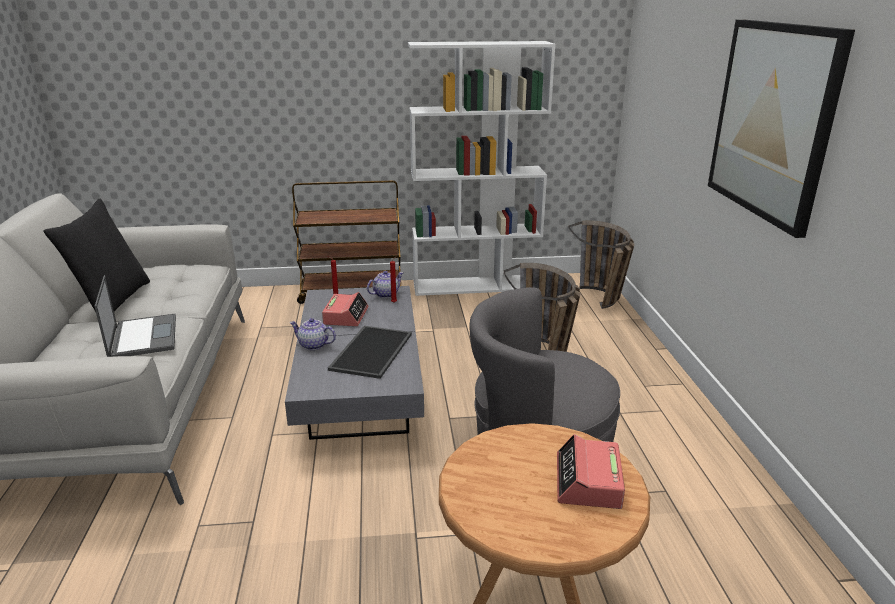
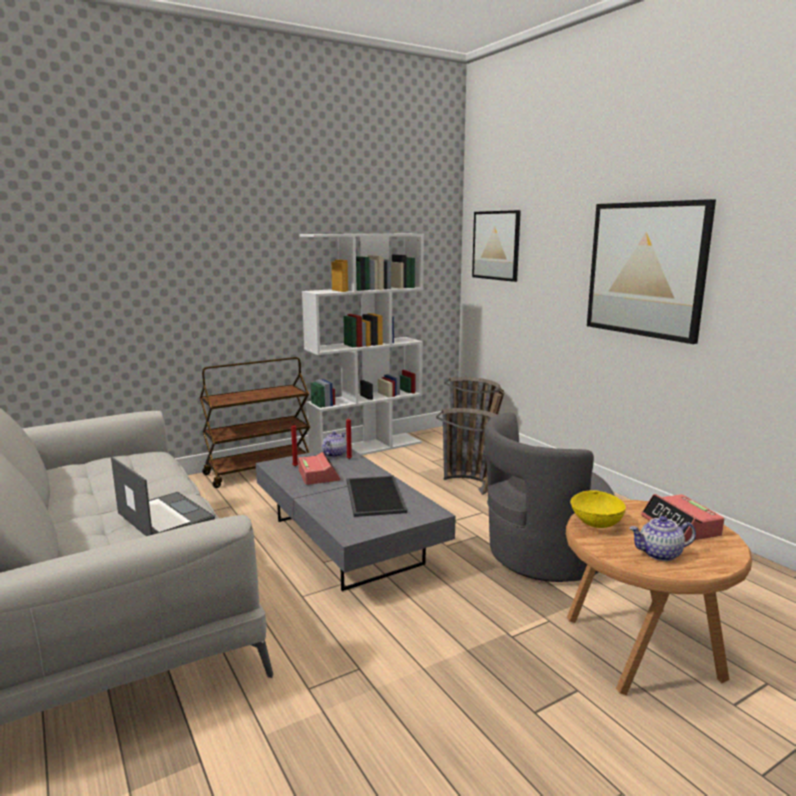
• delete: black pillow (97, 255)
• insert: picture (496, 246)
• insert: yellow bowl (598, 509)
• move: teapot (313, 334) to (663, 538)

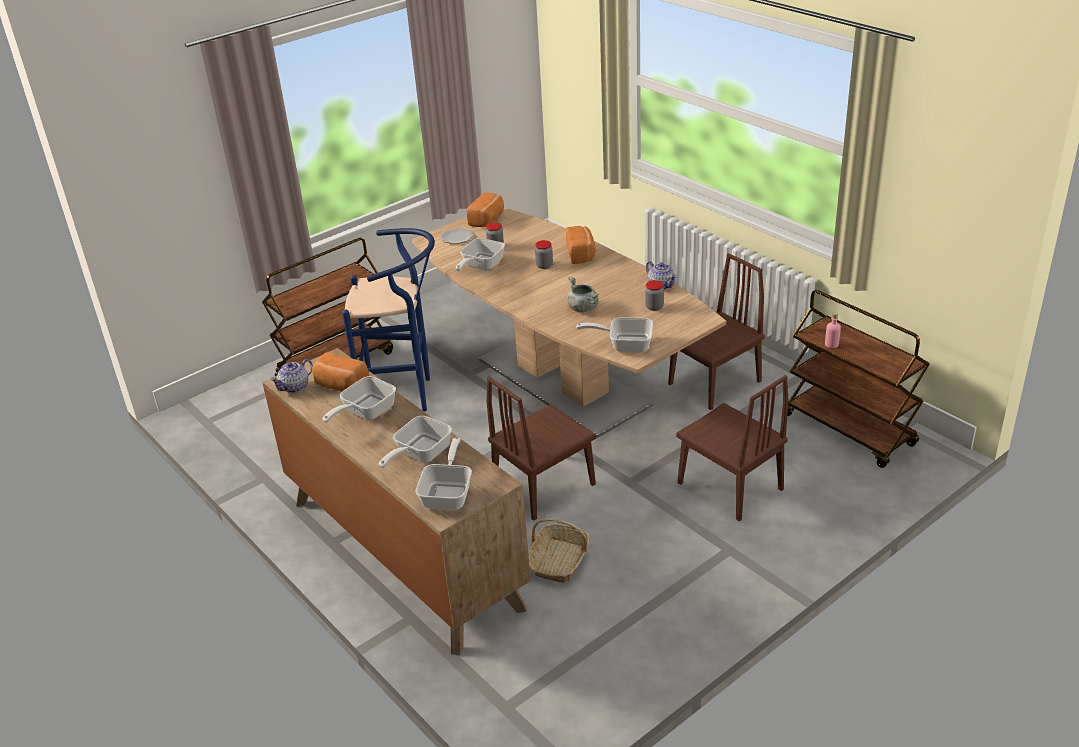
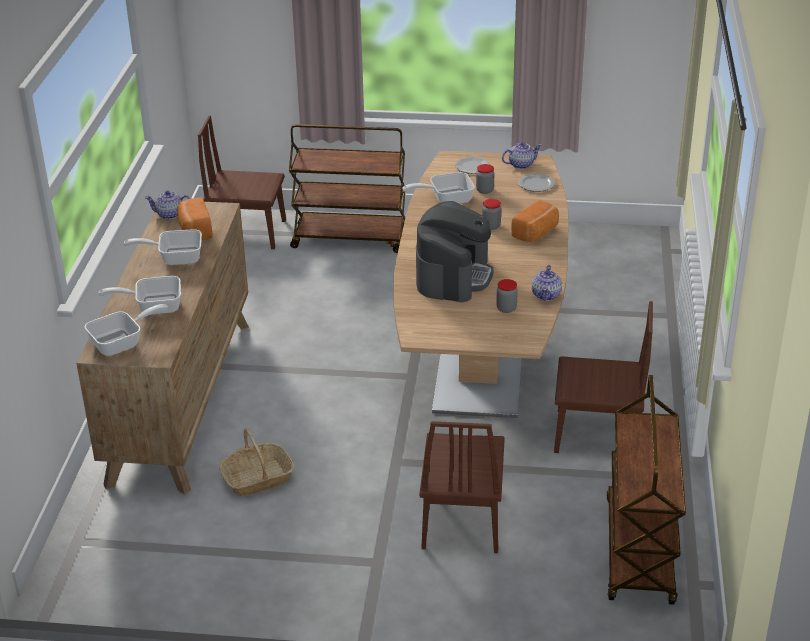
• delete: blue stool (388, 320)
• delete: frying pan (614, 334)
• delete: pink bottle (833, 330)
• insert: plate (537, 183)
• move: brown chair (541, 449) to (242, 182)
• replace: bread (485, 209) to teapot (521, 155)
• replace: grey cooking pot (583, 294) to coffee machine (454, 251)

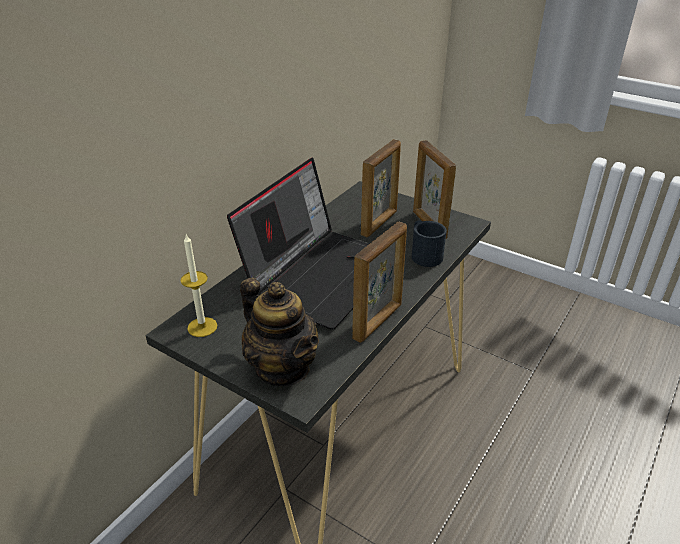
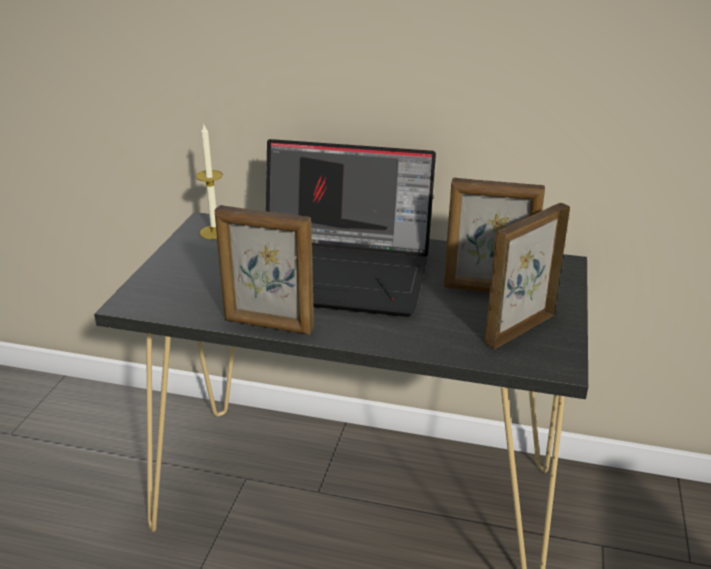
• delete: teapot (279, 332)
• delete: black mug (429, 244)

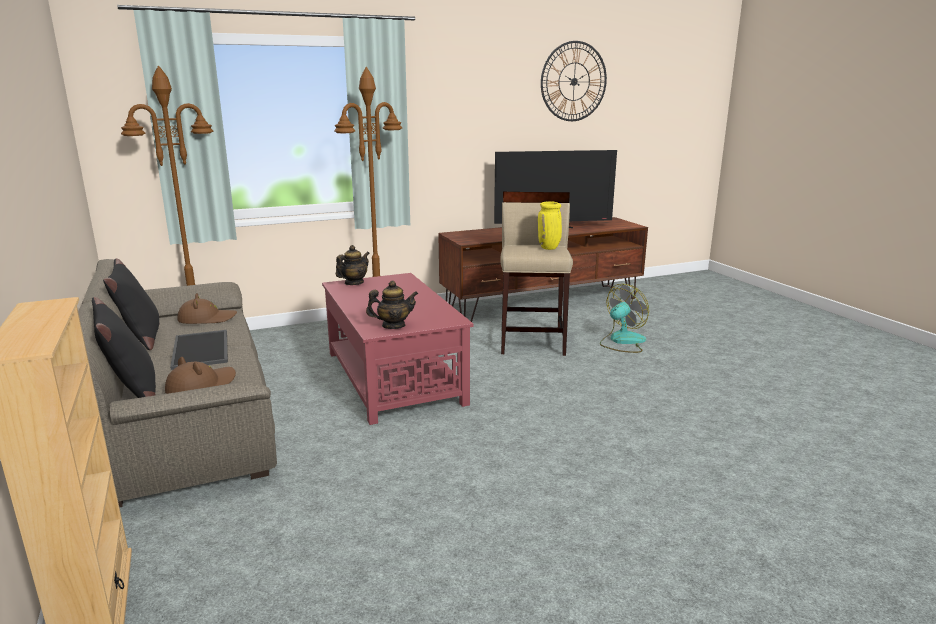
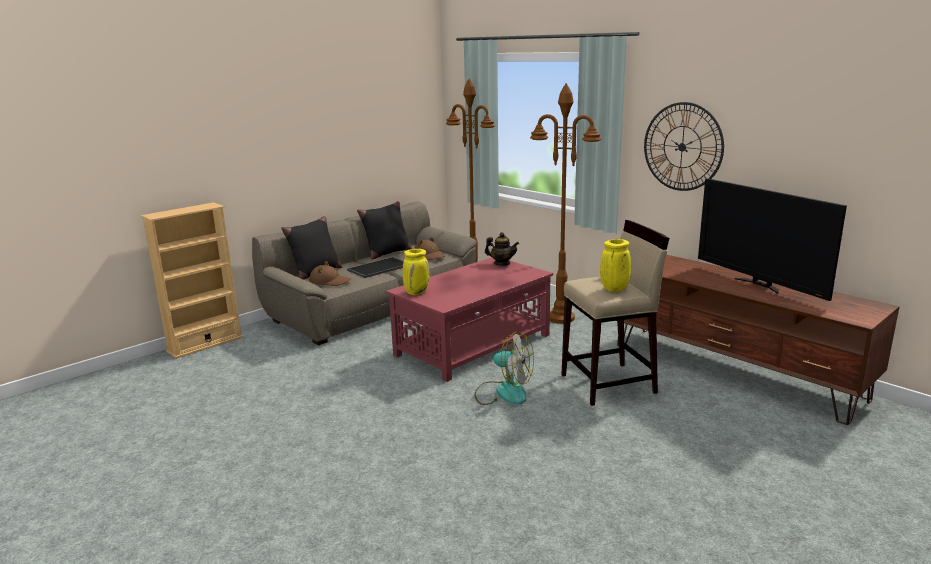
• move: wall clock (574, 81) to (684, 146)
• move: fan (624, 318) to (504, 368)
• replace: teapot (392, 304) to yellow vase (416, 272)

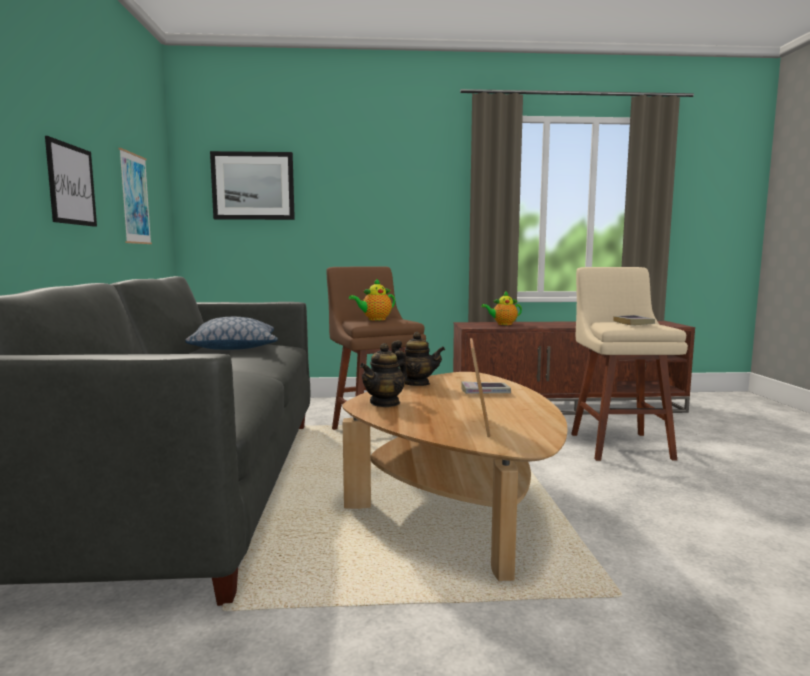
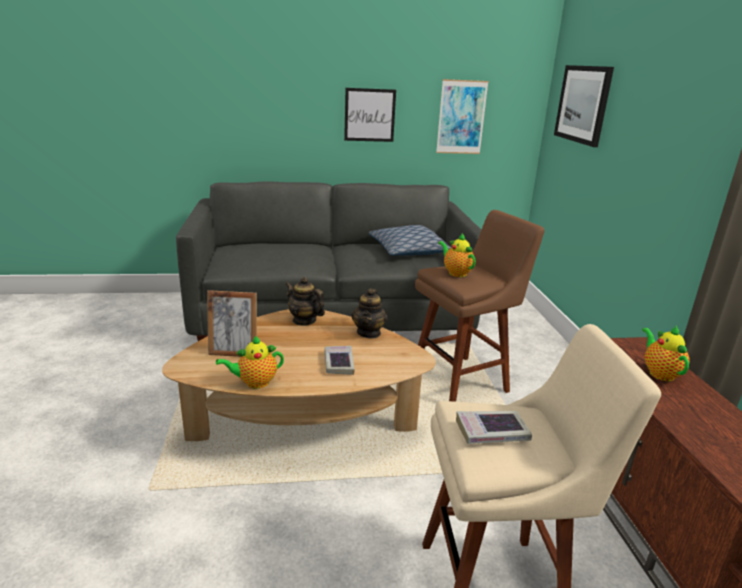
• insert: teapot (250, 362)

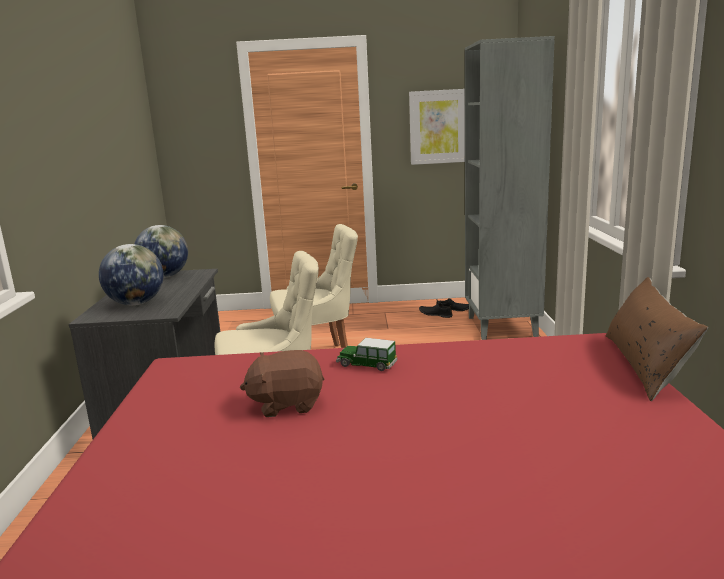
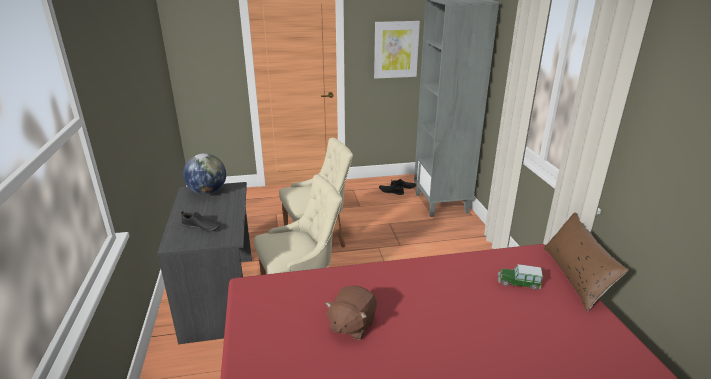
• move: toy car (366, 354) to (520, 277)
• replace: globe (131, 274) to black shoe (200, 221)
• rotate: brown plush toy (282, 383) = (351, 312) 45 degrees counterclockwise

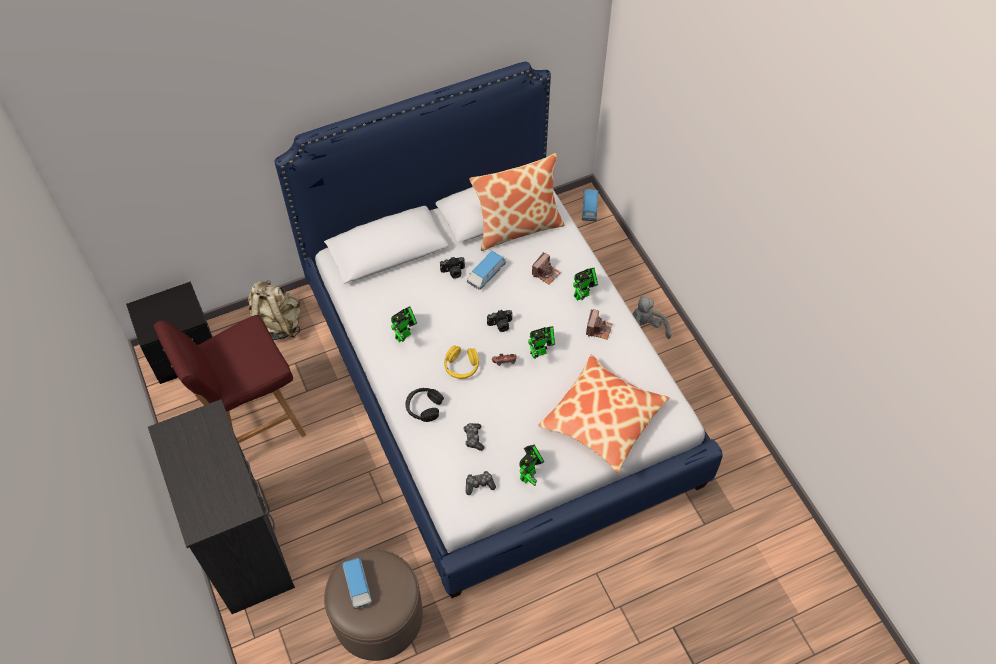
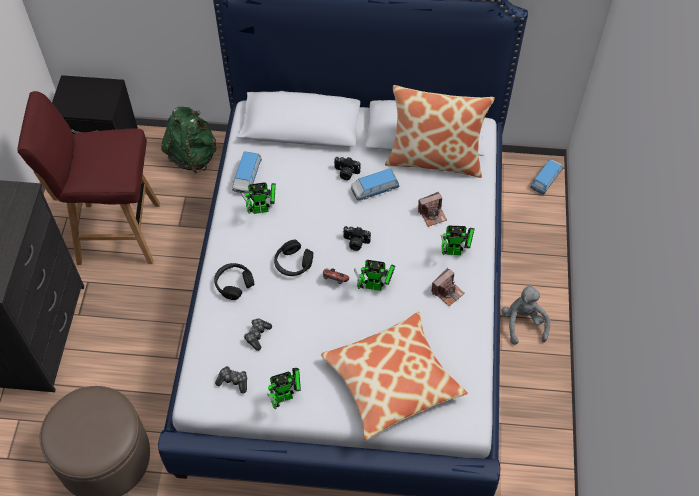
• move: toy car (357, 583) to (247, 172)
• recolor: beige backpack (274, 310) to green backpack (188, 140)
• recolor: yellow headphones (461, 362) to black headphones (293, 258)

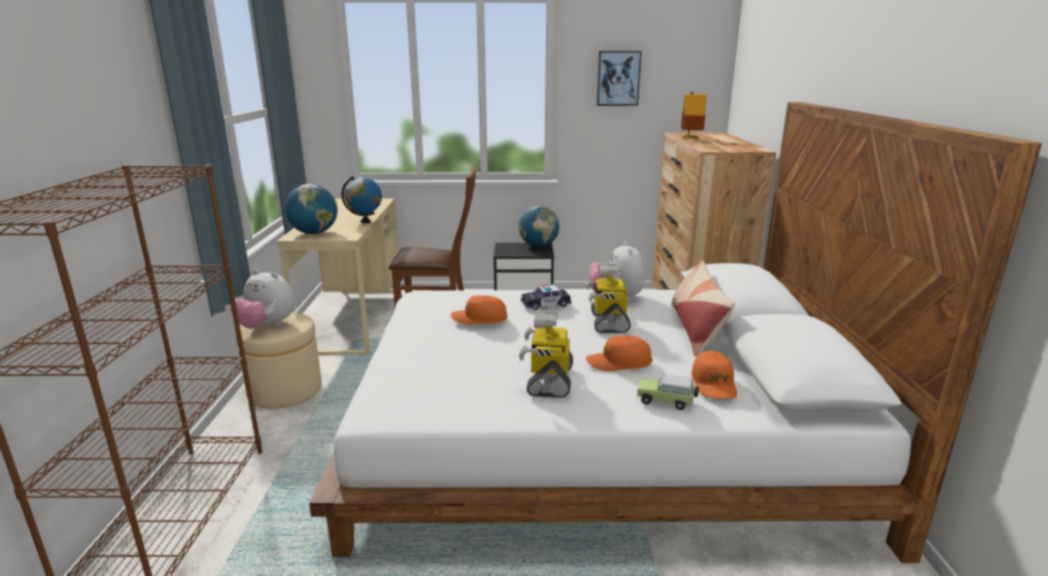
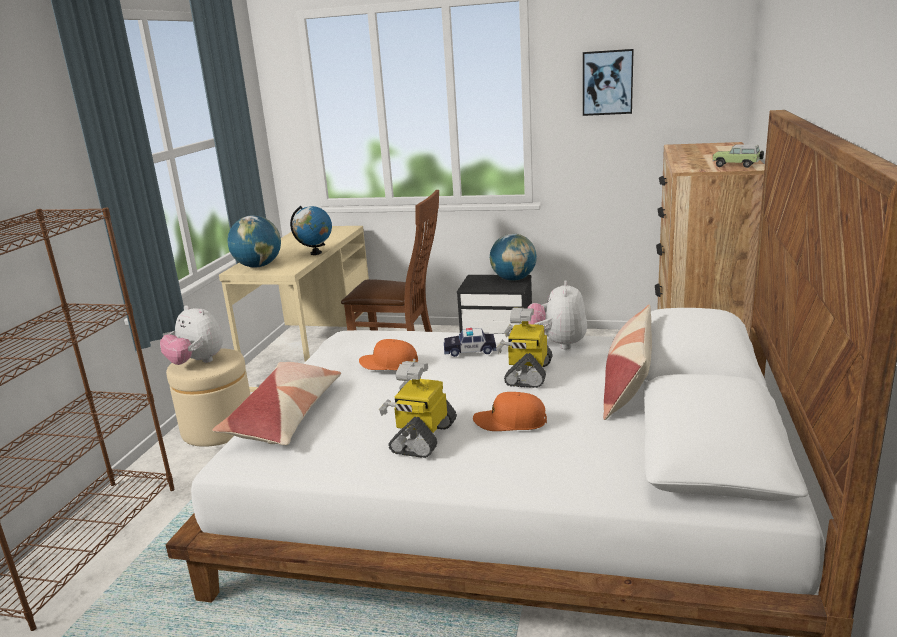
• delete: toy house (694, 115)
• delete: orange cap (714, 375)
• insert: pillow (277, 403)
• move: toy car (668, 392) to (738, 156)

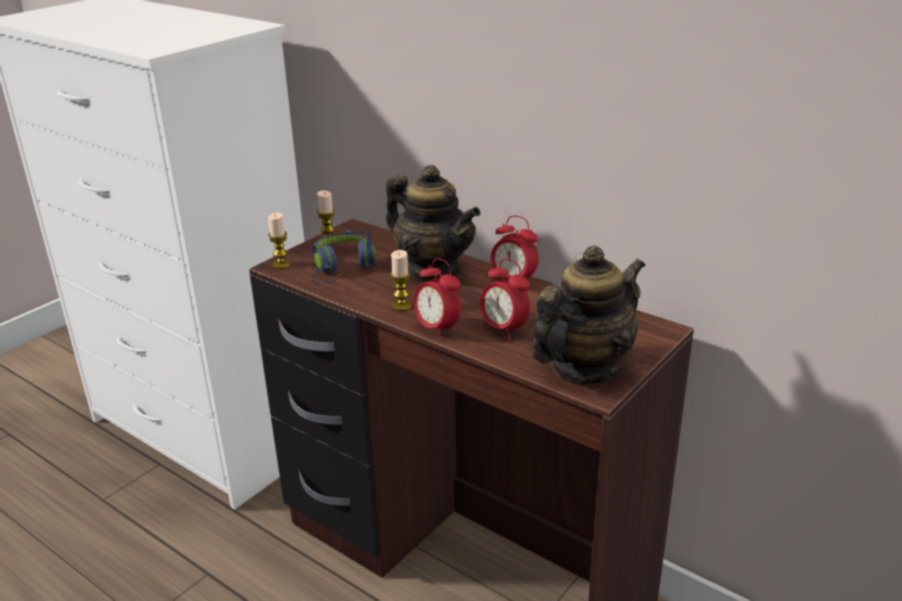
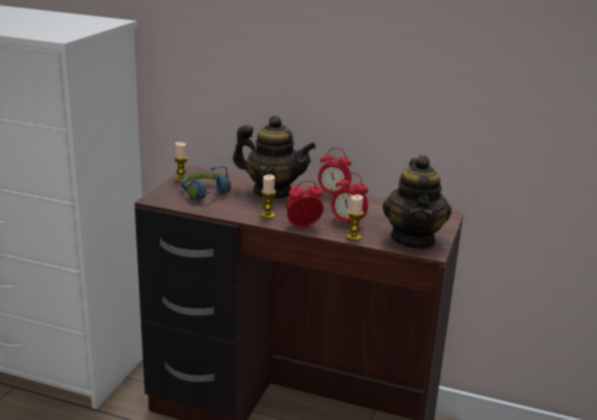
• move: candle (279, 241) to (355, 218)
• rotate: alarm clock (437, 298) = (305, 204) 135 degrees clockwise
• rotate: teapot (588, 314) = (417, 202) 150 degrees clockwise

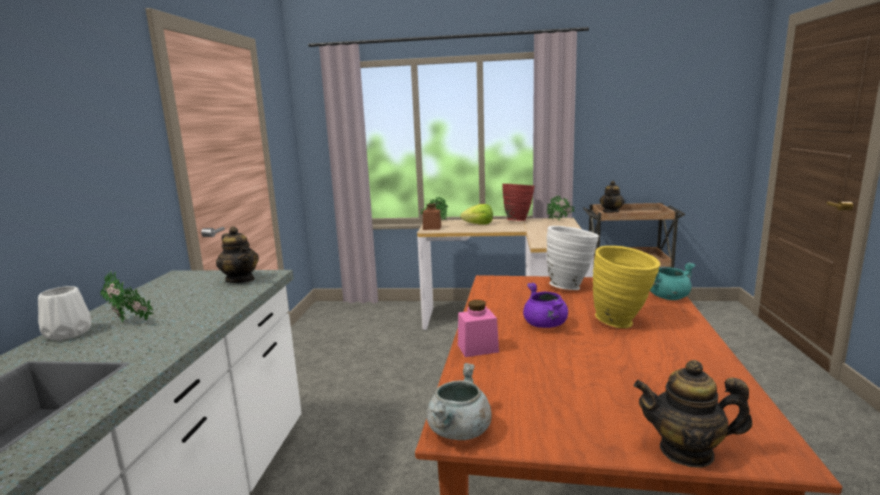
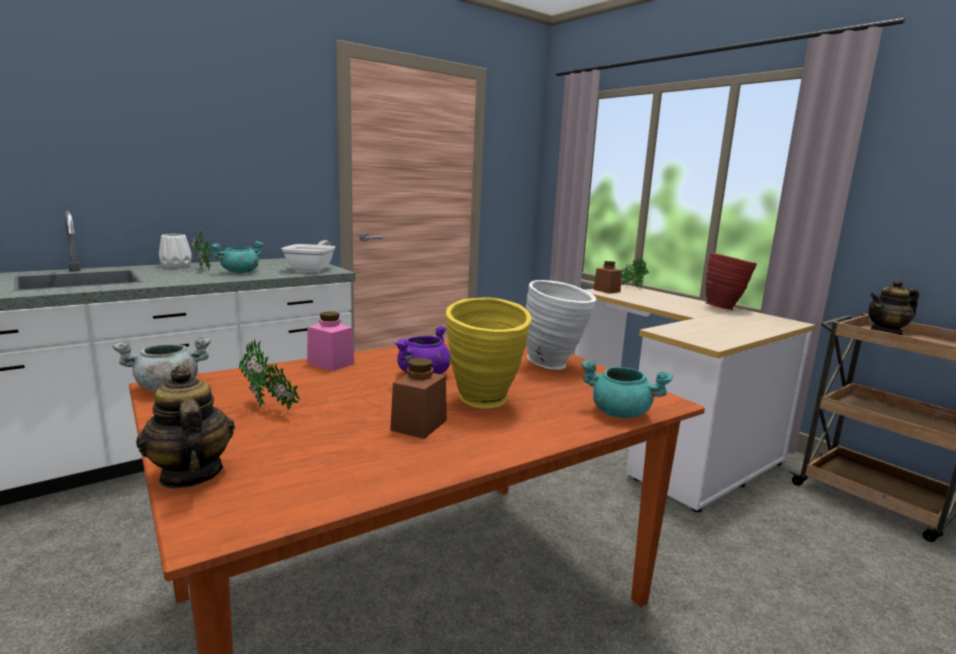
• delete: lettuce (476, 214)
• insert: turquoise cooking pot (236, 257)
• insert: brown jar (418, 398)
• move: potted plant (560, 207) to (269, 374)
• replace: teapot (237, 255) to frying pan (308, 256)

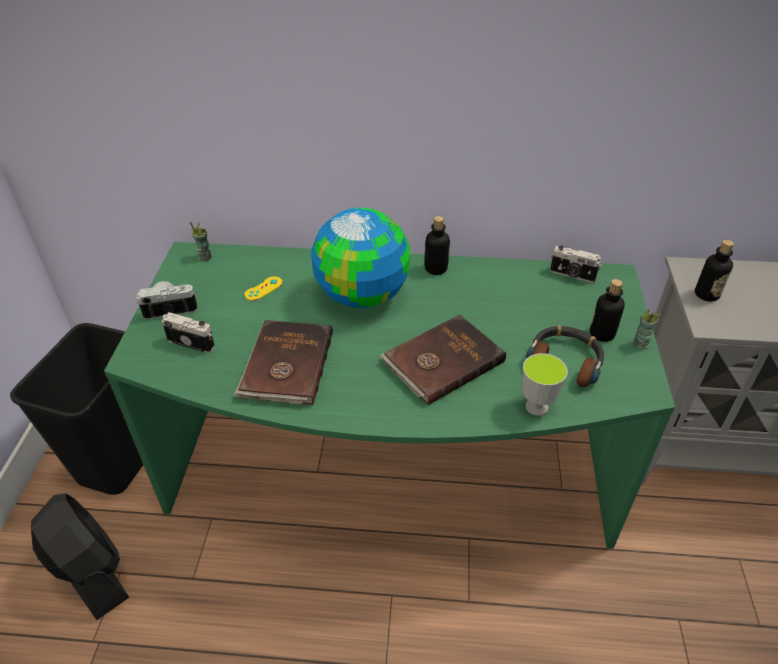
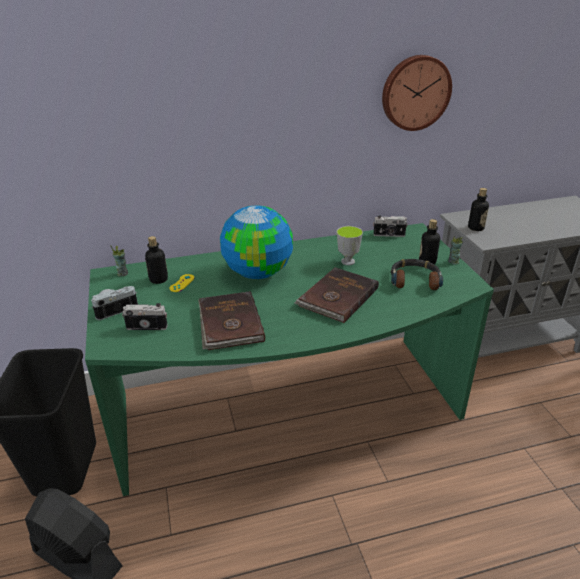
• insert: wall clock (417, 93)
• move: bottle (437, 245) to (156, 260)
• move: cup (545, 384) to (350, 245)

